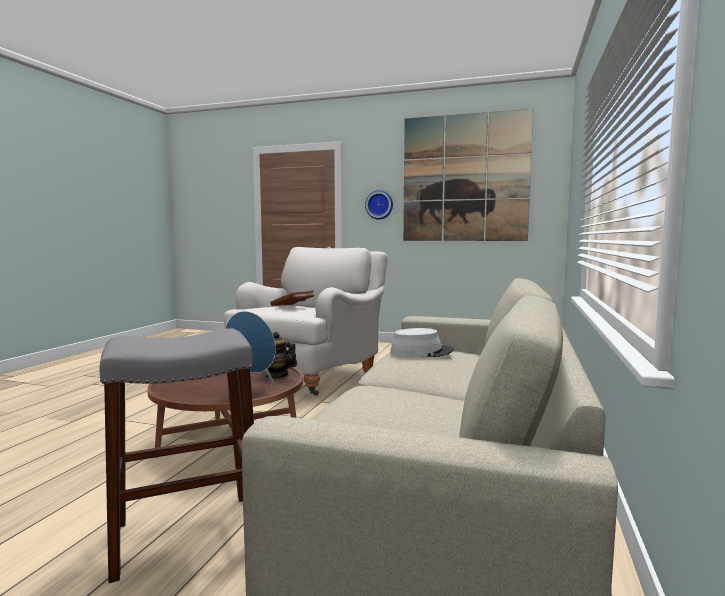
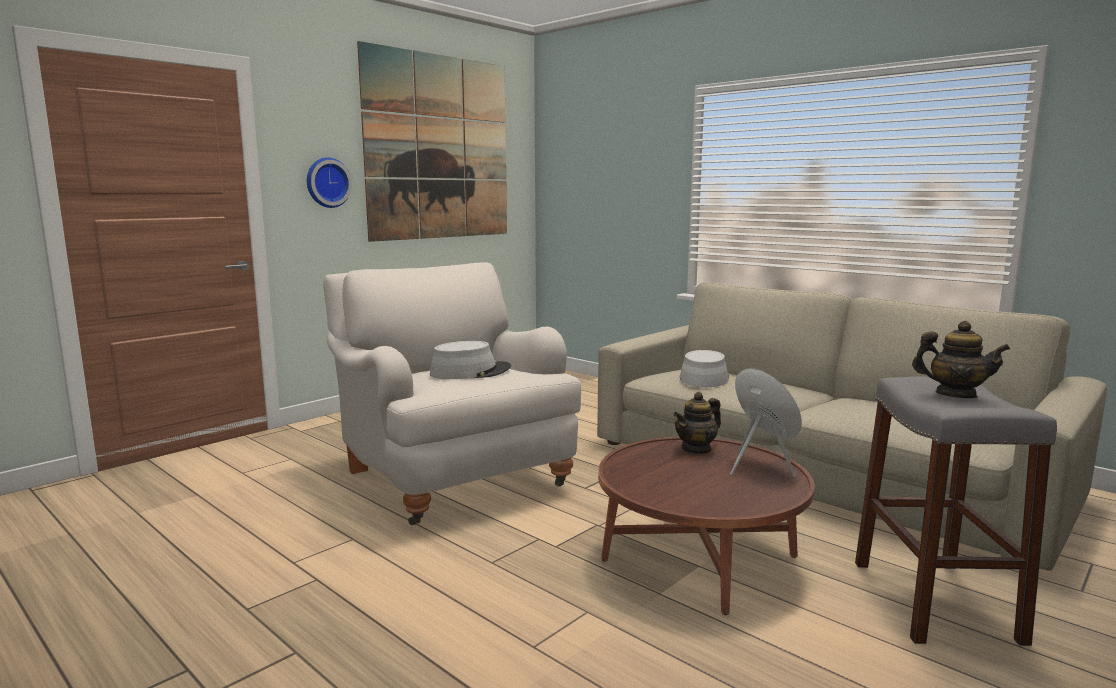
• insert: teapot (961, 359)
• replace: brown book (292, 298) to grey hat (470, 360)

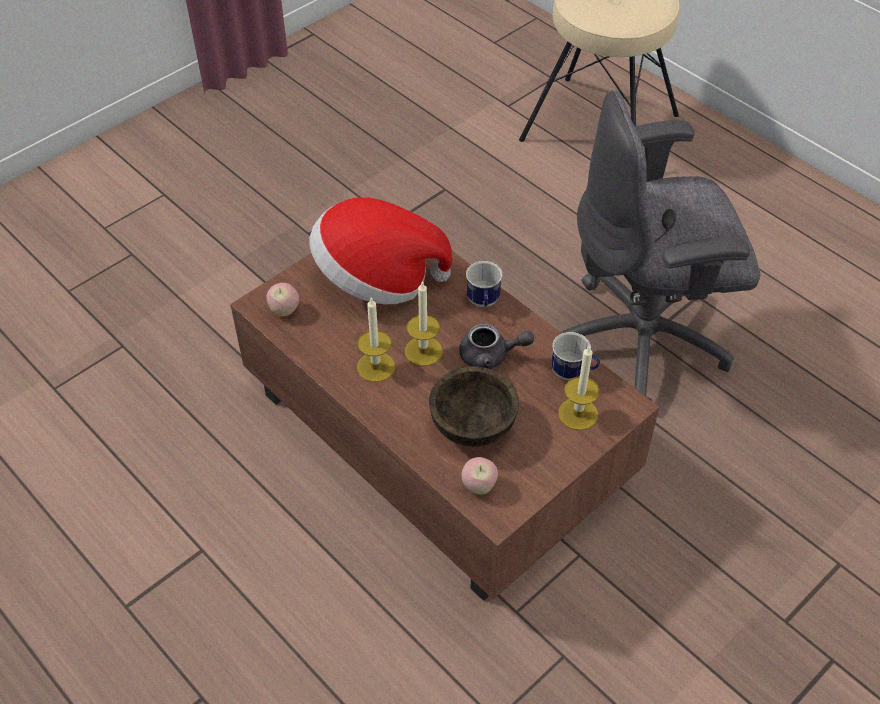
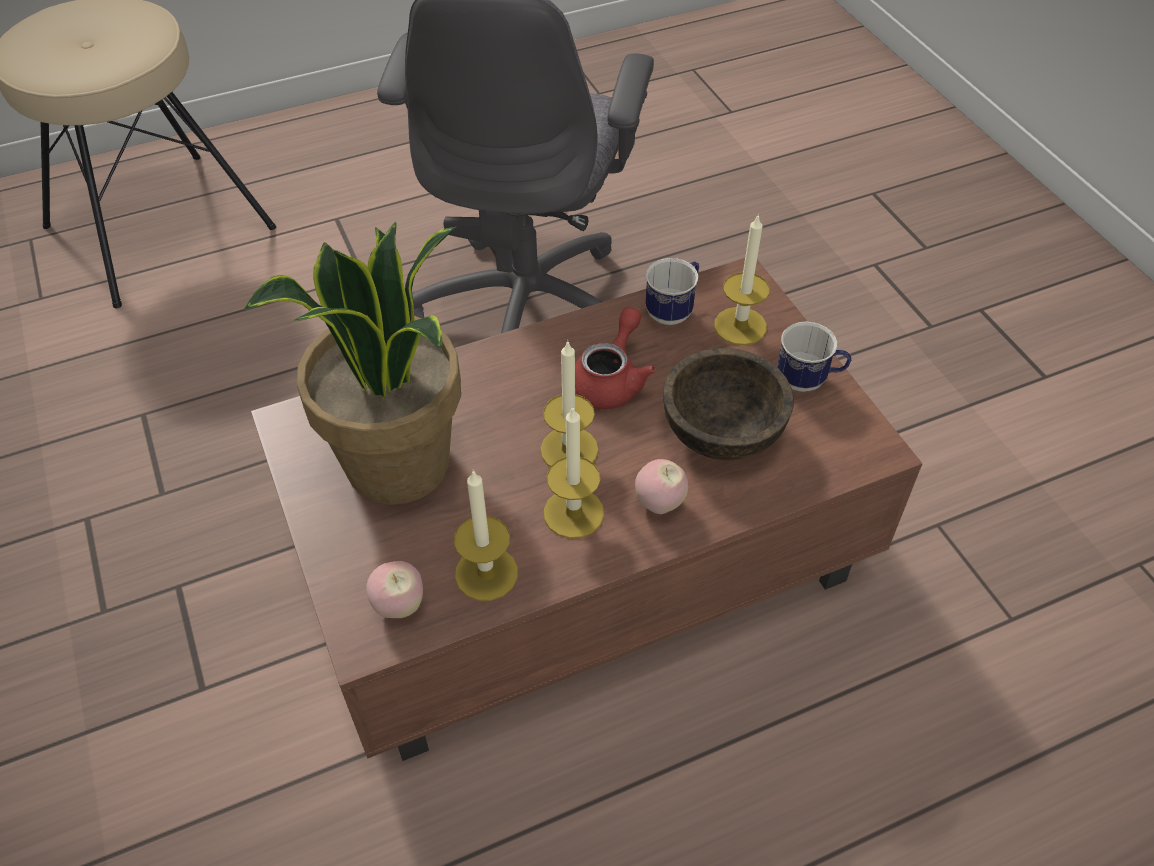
• insert: candle (486, 535)
• move: apple (480, 476) to (661, 486)
• move: mug (484, 284) to (814, 356)
• replace: hat (381, 251) to potted plant (352, 363)
• recolor: grey teapot (496, 346) to red teapot (615, 358)

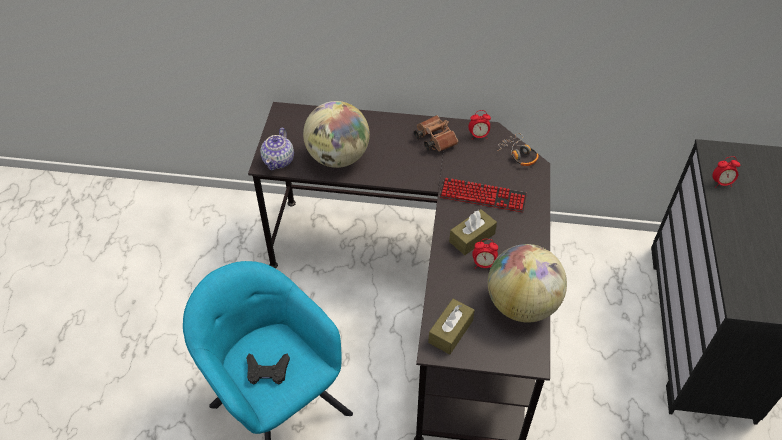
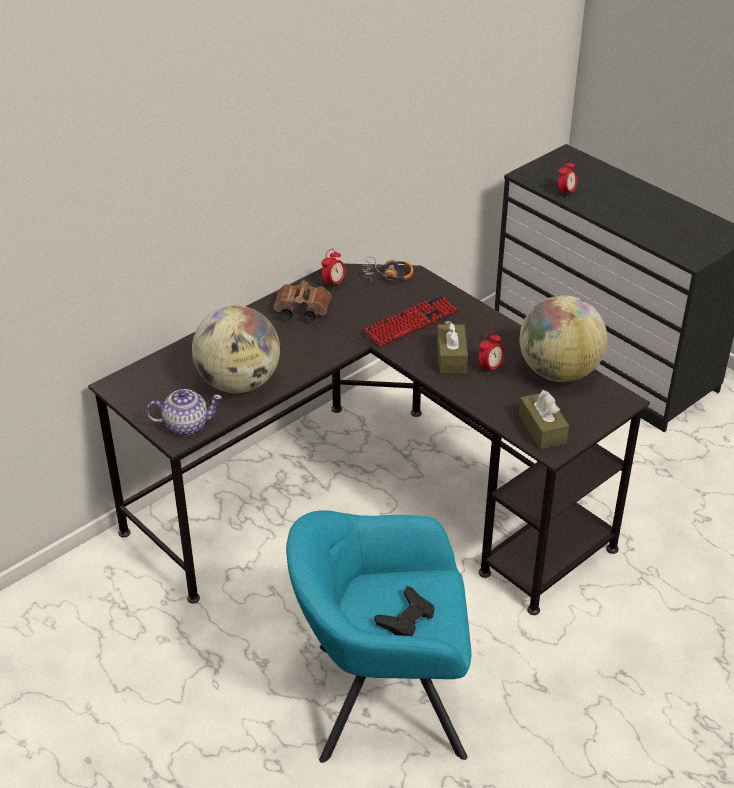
• rotate: teapot (277, 149) = (184, 412) 60 degrees counterclockwise

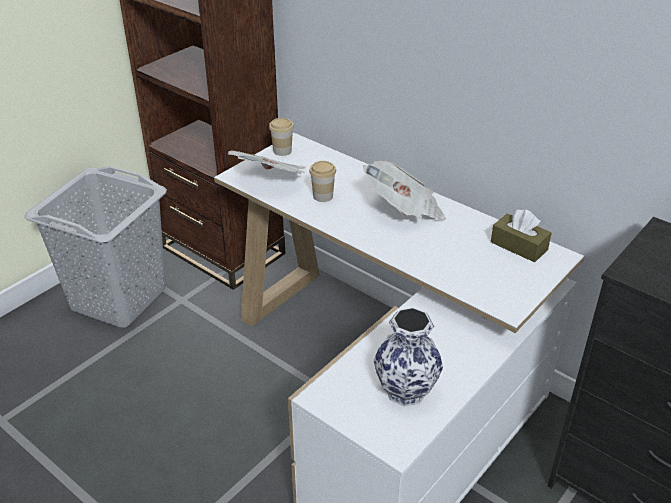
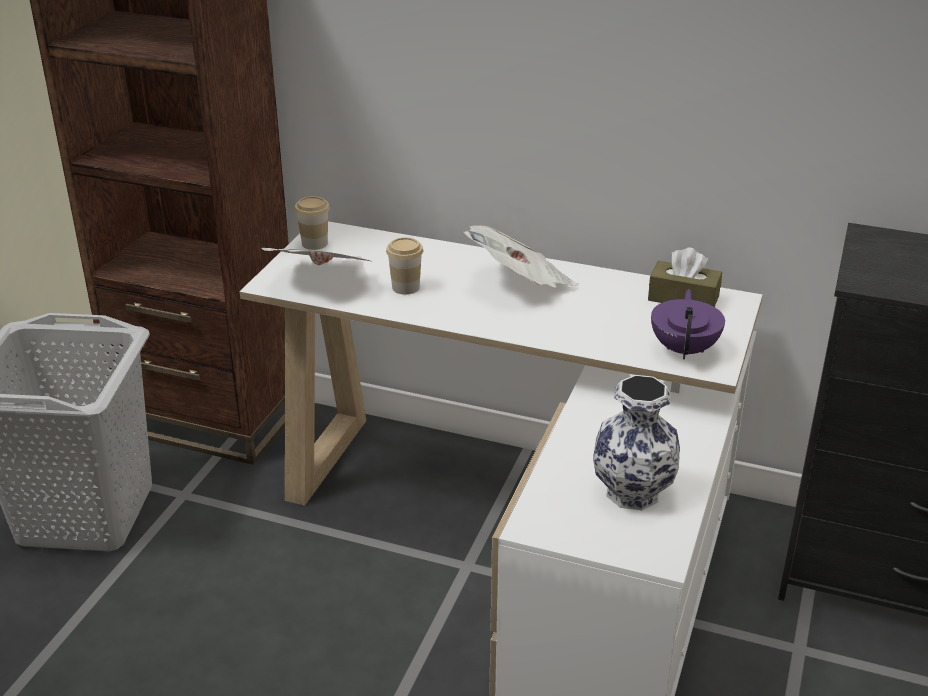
• insert: purple teapot (688, 324)

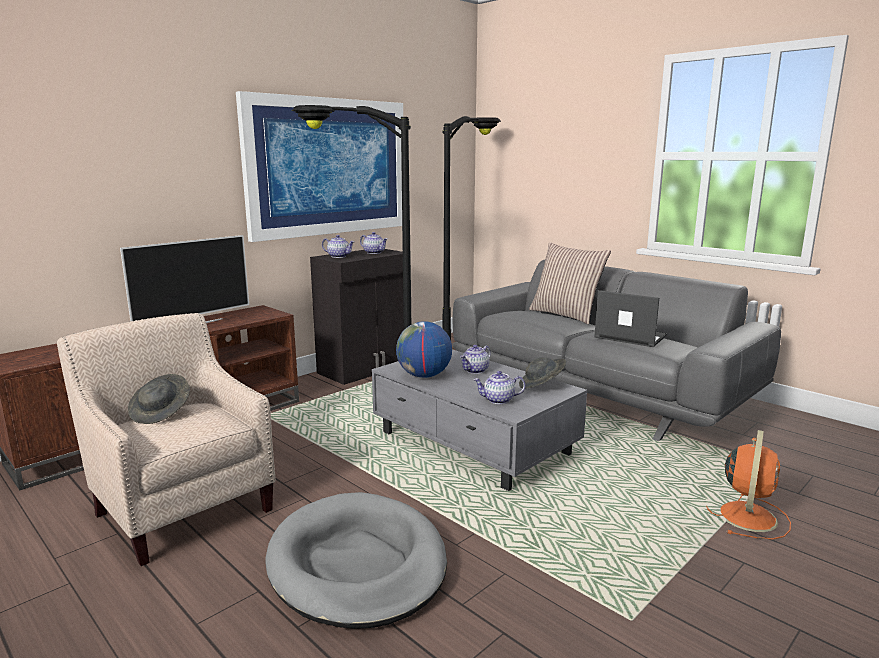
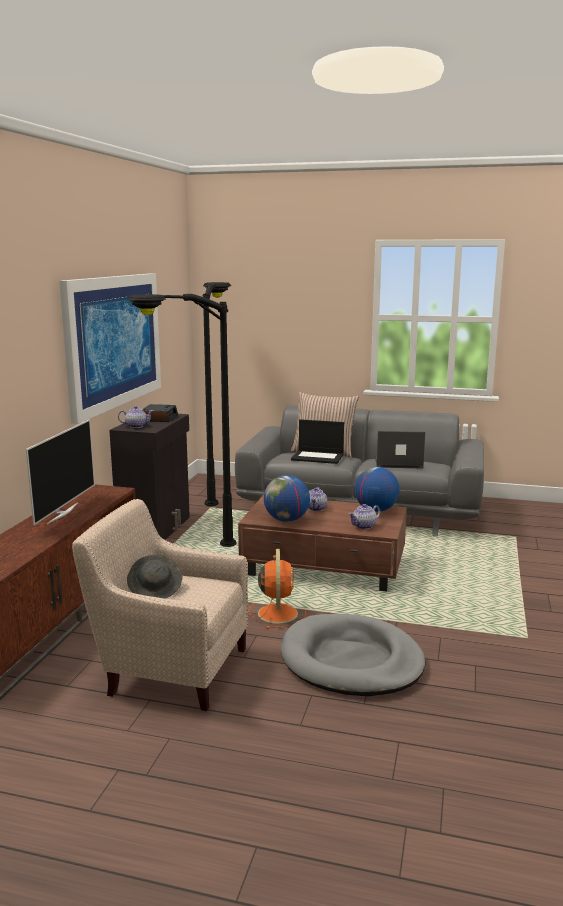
• insert: laptop (317, 441)
• move: orange fan (748, 484) to (277, 589)
• replace: teapot (373, 243) to alarm clock (160, 413)
• replace: grey hat (542, 372) to globe (376, 489)
• recolor: grey coffee table (479, 420) to brown coffee table (322, 543)

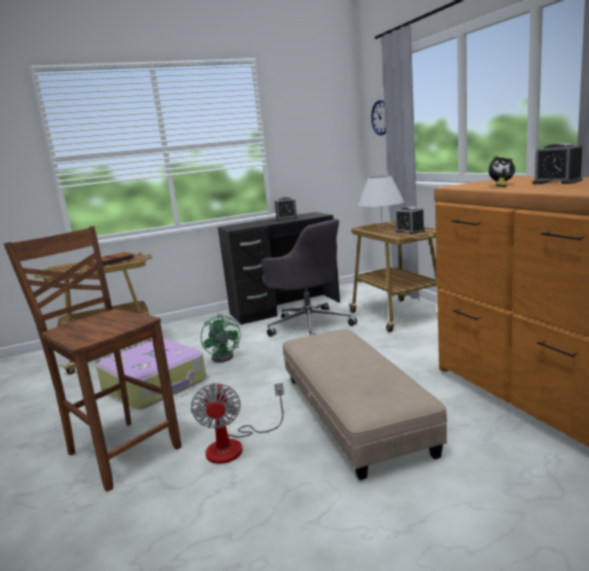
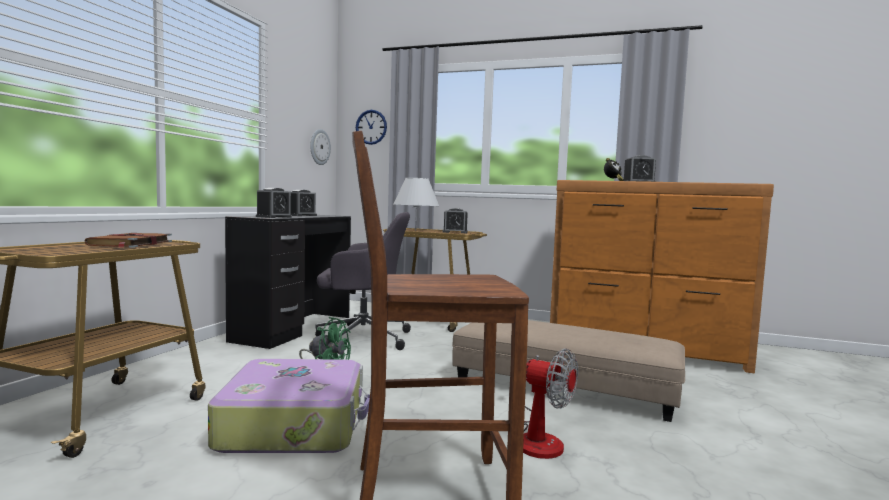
• insert: alarm clock (274, 203)
• insert: wall clock (320, 147)

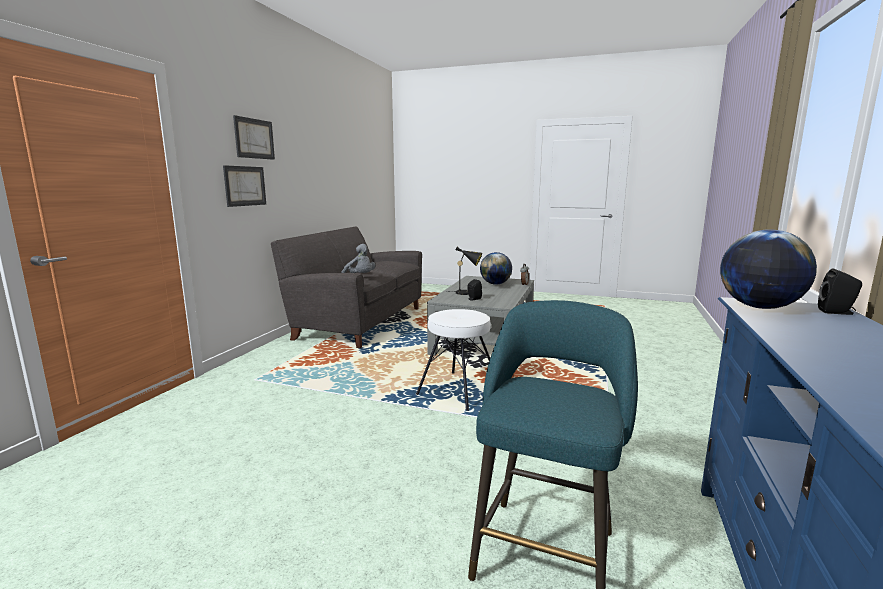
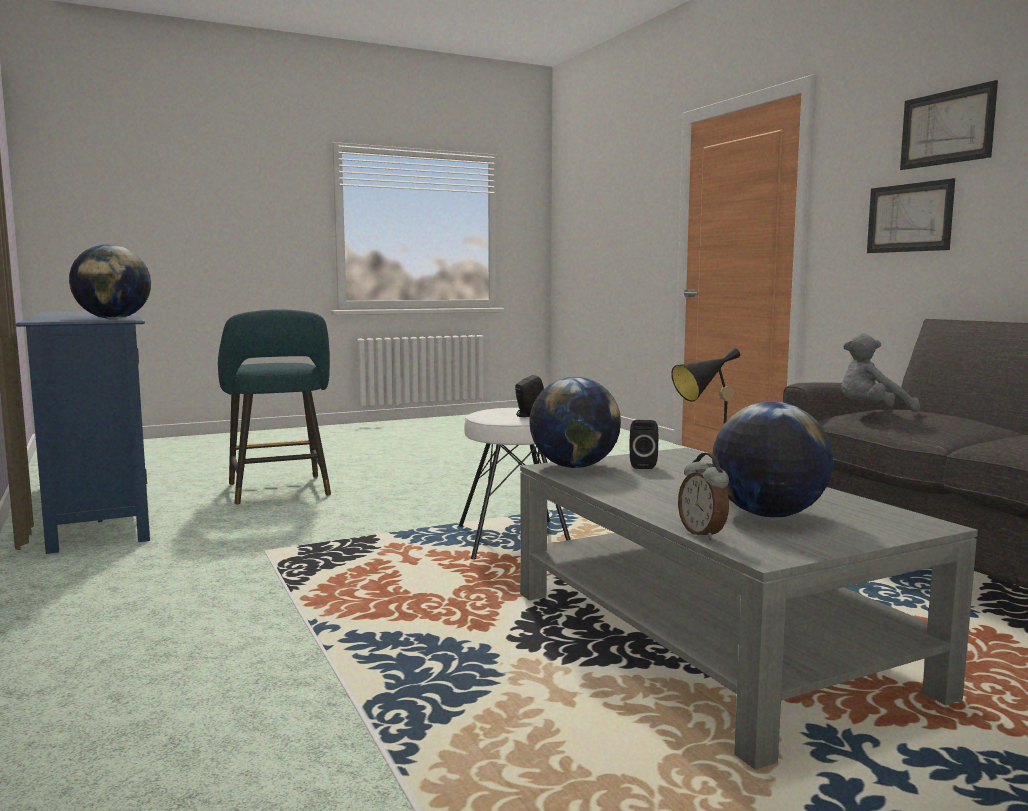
• insert: globe (575, 422)
• move: black speaker (840, 292) to (529, 396)

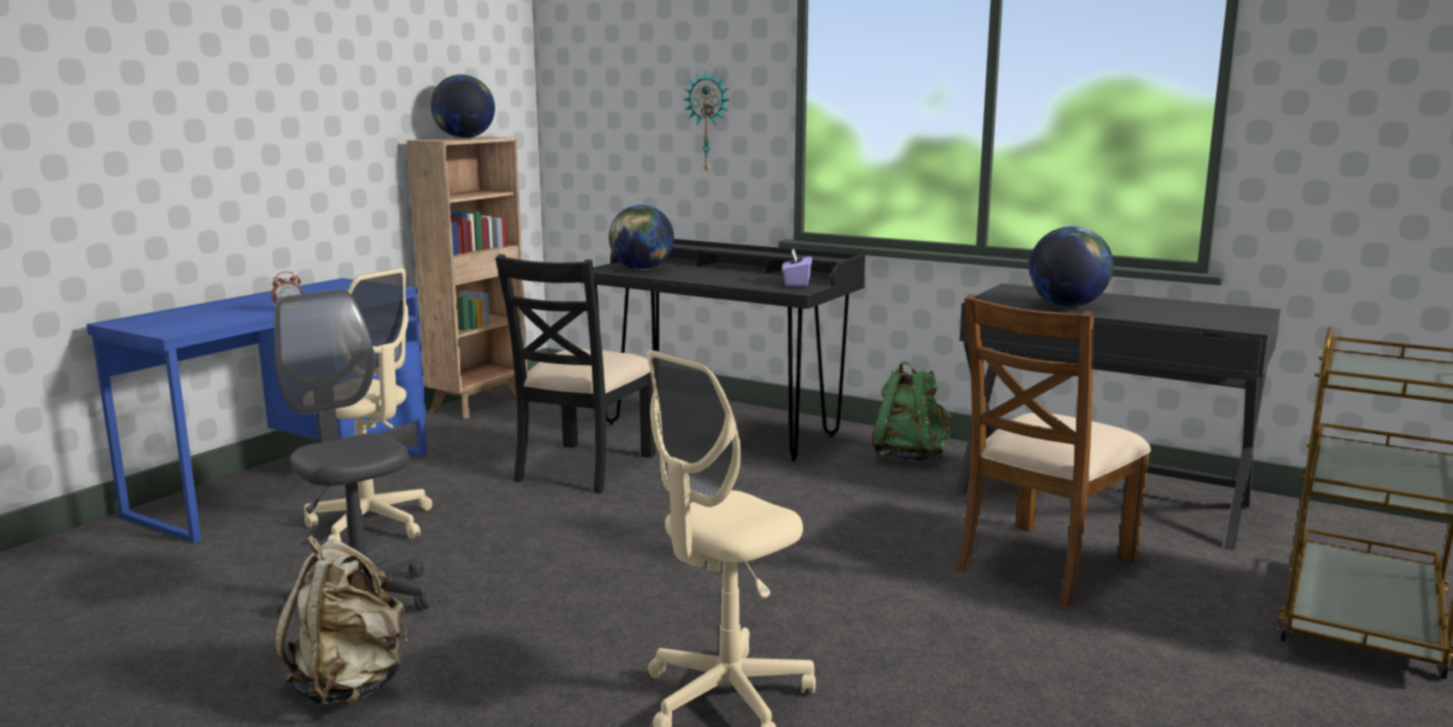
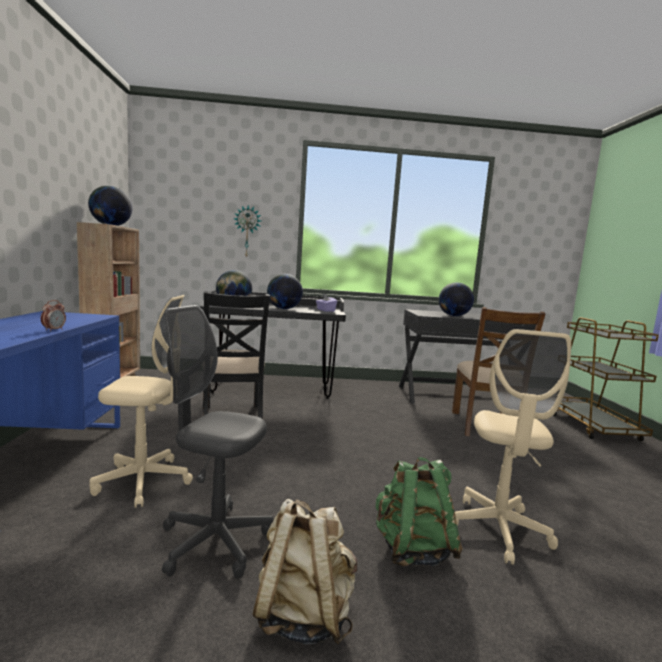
• insert: globe (285, 291)
• move: green backpack (912, 411) to (419, 511)

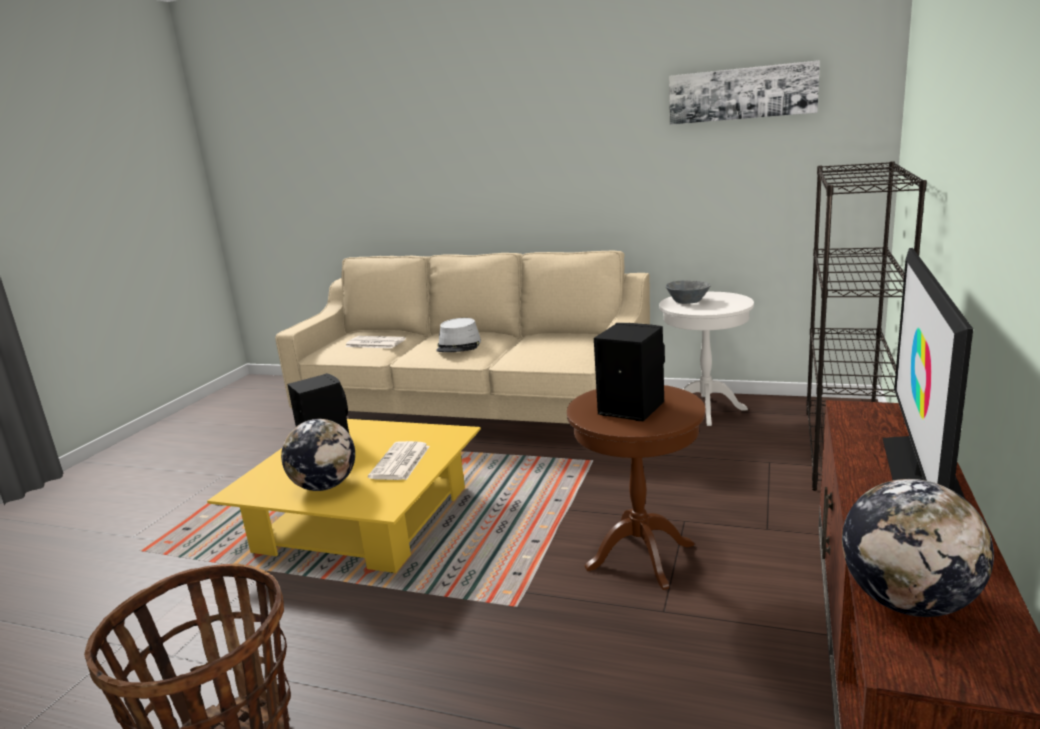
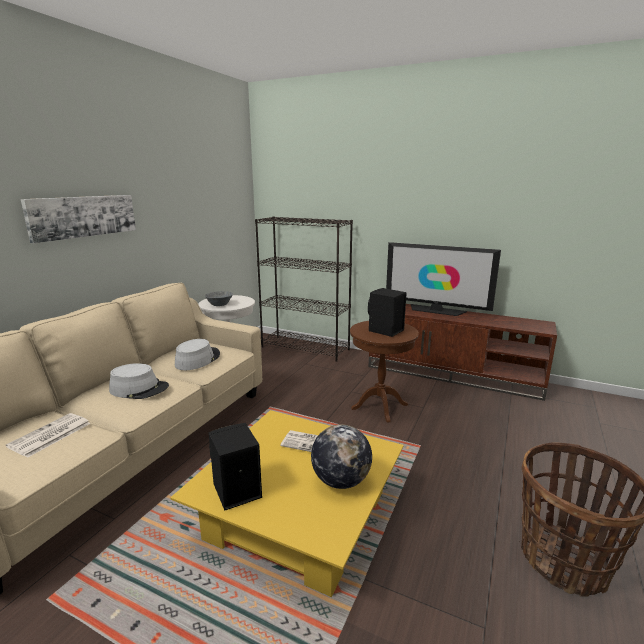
• delete: globe (918, 548)
• insert: grey hat (197, 354)
• move: picture (744, 92) to (78, 219)

